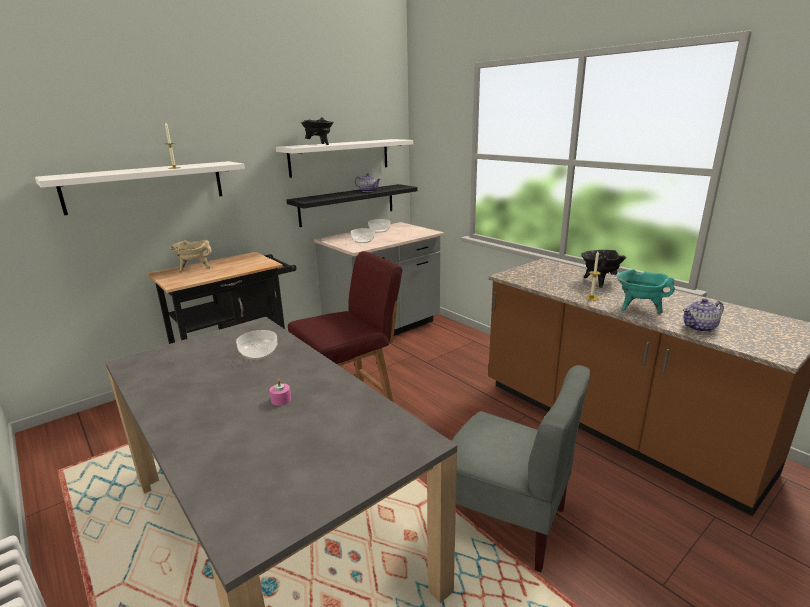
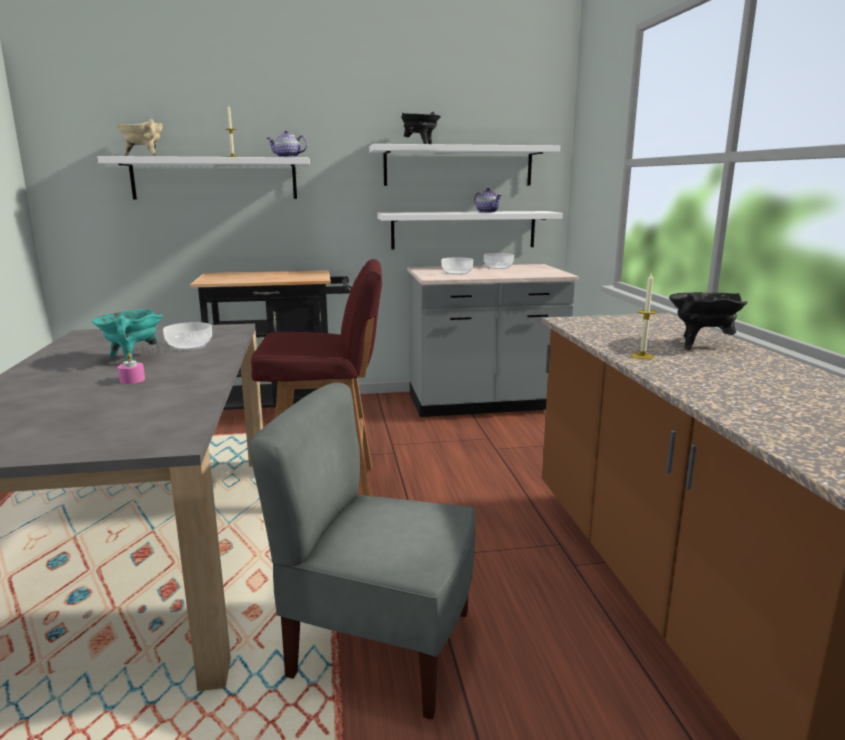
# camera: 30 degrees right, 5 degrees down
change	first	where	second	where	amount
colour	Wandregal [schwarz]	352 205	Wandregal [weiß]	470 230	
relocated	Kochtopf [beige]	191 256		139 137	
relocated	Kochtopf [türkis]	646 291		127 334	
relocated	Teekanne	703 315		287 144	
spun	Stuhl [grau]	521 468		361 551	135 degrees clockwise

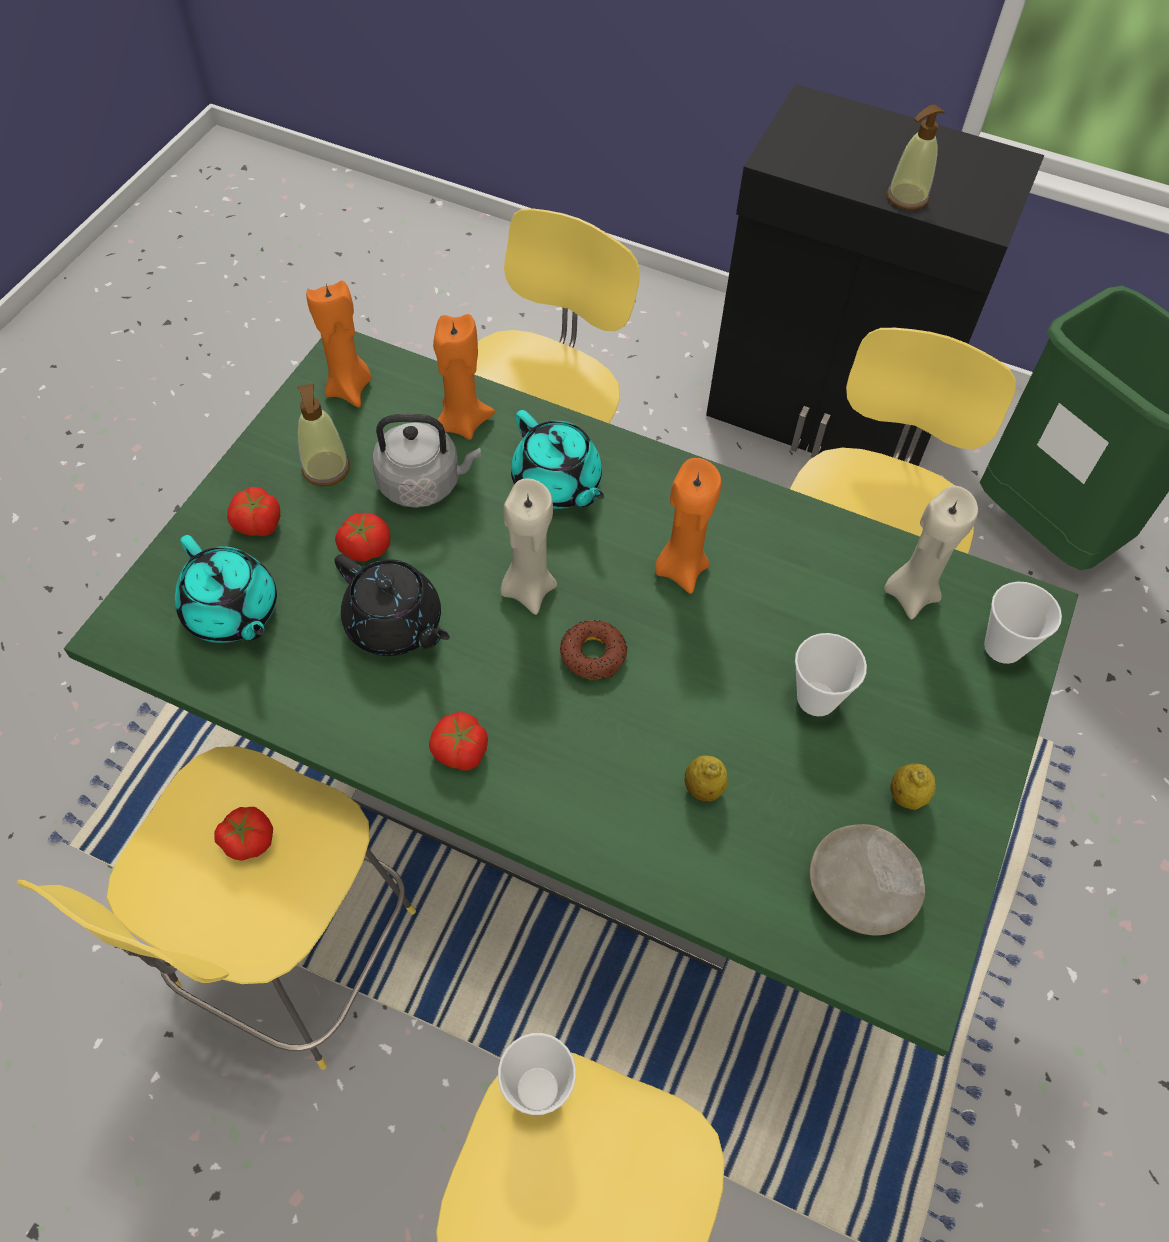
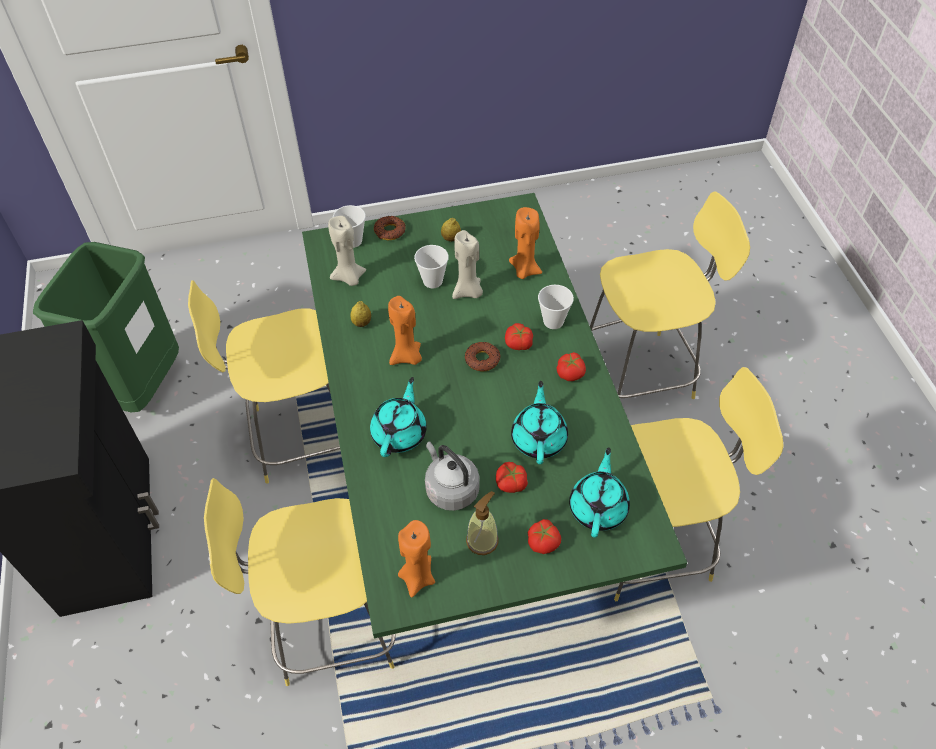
# camera: 125 degrees left, 5 degrees down
change	first	where	second	where	amount
missing	Seifenspender	916 157			
relocated	Kerze [orange]	464 377		525 243	
relocated	Kerze [beige]	528 546		467 264	
colour	Teekanne [schwarz]	392 605	Teekanne [türkis]	539 422	
relocated	Zitrone	706 778		360 314	
relocated	Tomate	243 834		519 336	
missing	Teller [beige]	867 879			
relocated	Tasse	537 1074		556 307	
appeared			Donut	390 228	

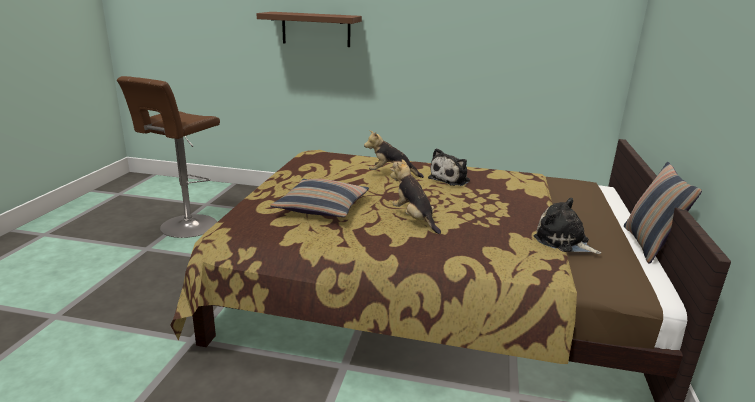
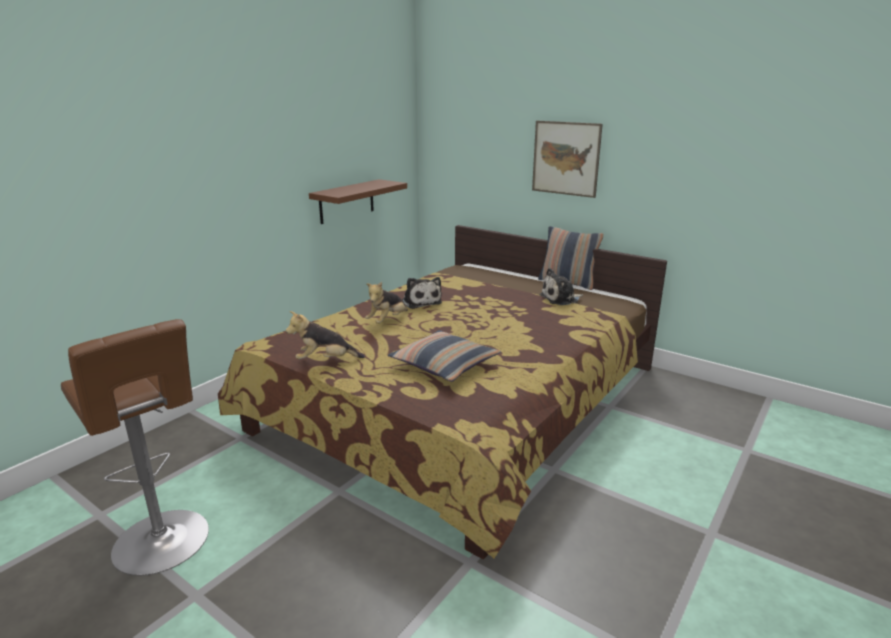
# camera: 65 degrees left, 0 degrees up
change	first	where	second	where	amount
relocated	Wandregal [braun]	309 29		358 201	
relocated	Plüschtier	415 196		325 335	
appeared			Bild	567 159	

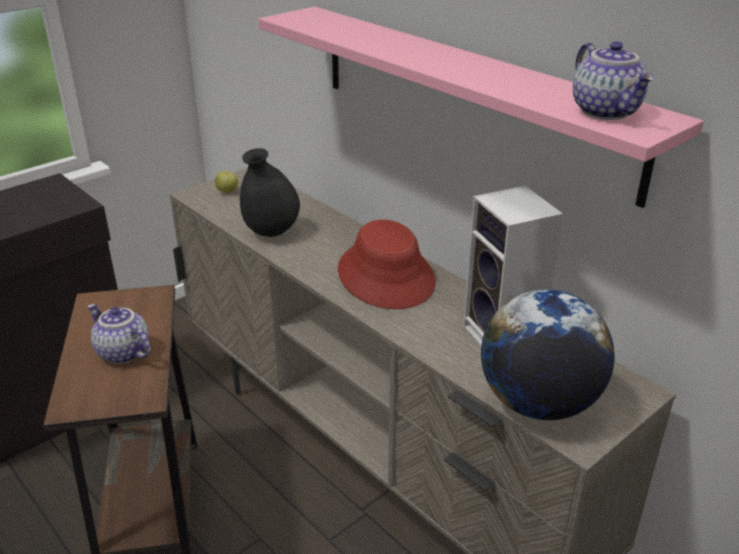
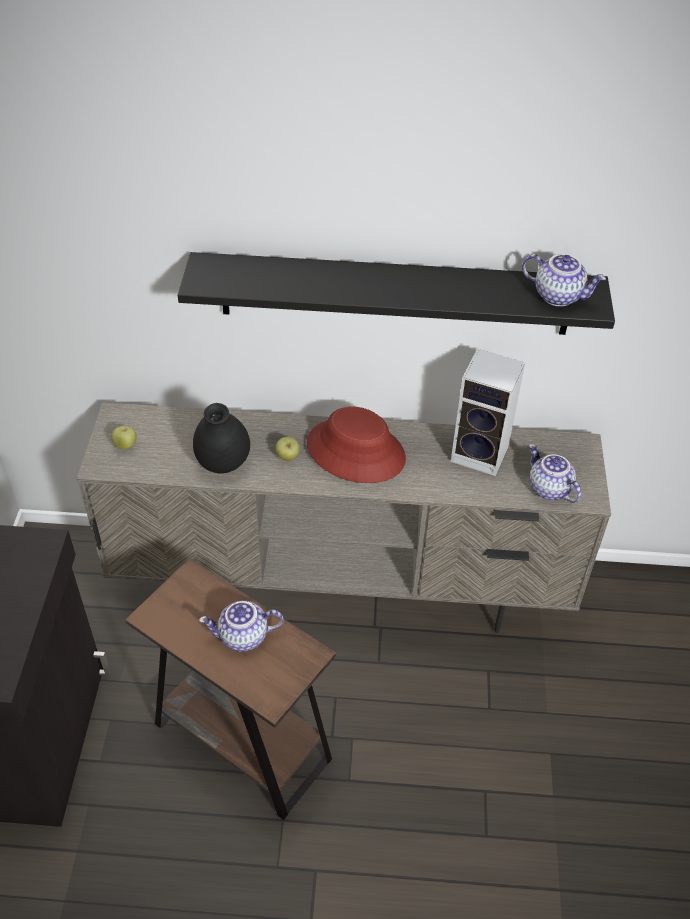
# camera: 45 degrees left, 15 degrees up
change	first	where	second	where	amount
colour	Wandregal [rosa]	481 107	Wandregal [schwarz]	396 293	
exchanged	Globus	548 354	Teekanne	555 473	
appeared			Apfel	288 449	

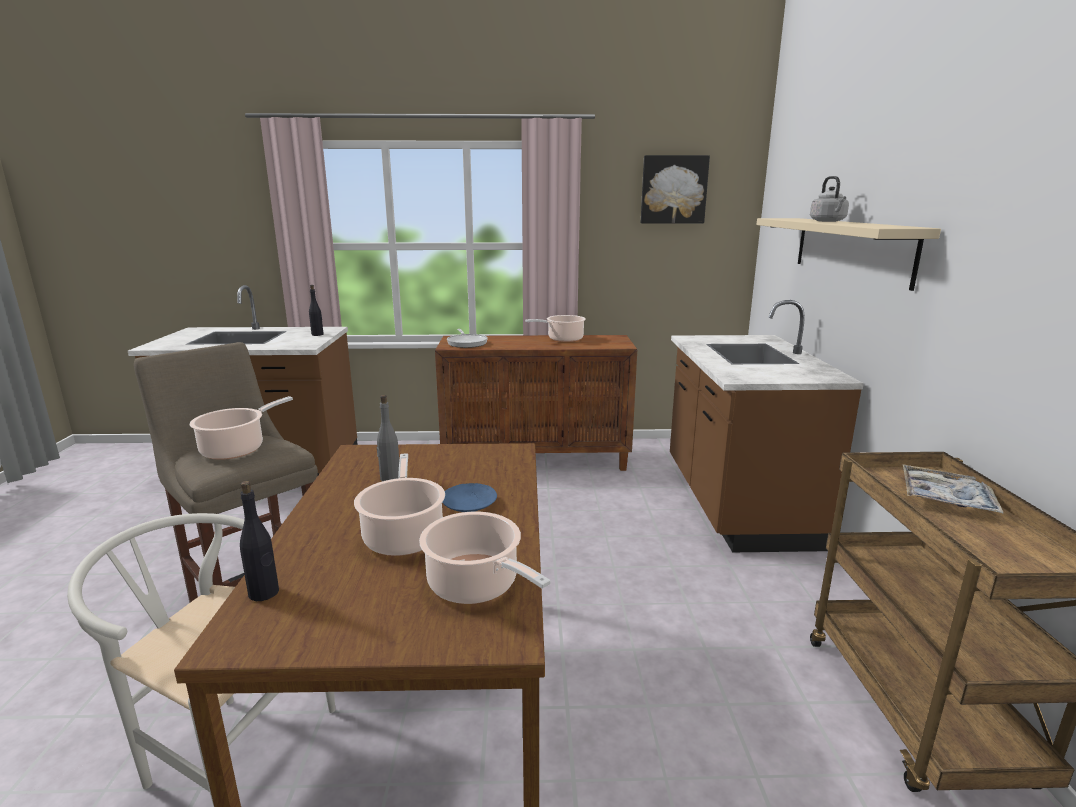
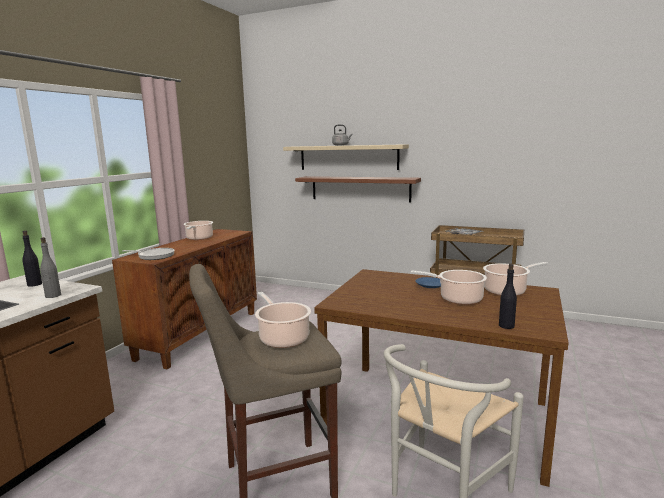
# camera: 65 degrees left, 5 degrees down
change	first	where	second	where	amount
missing	Bild	675 189			
missing	Küchenzeile [braun]	767 426			
relocated	Flasche [grau]	388 438		50 267	
appeared			Wandregal [braun]	358 189	

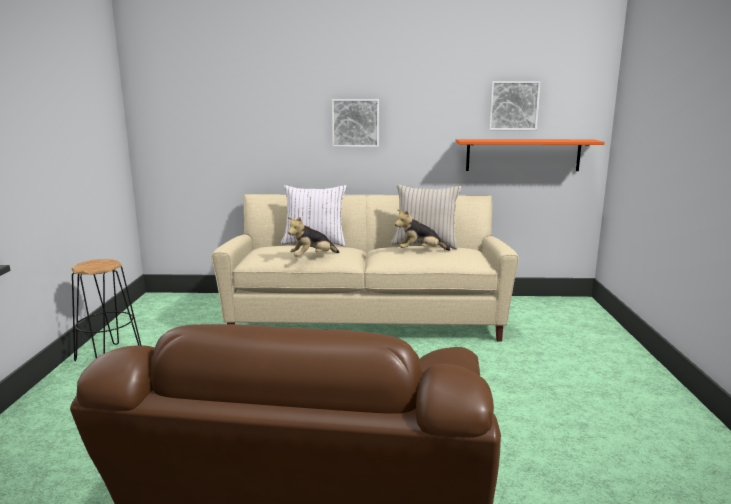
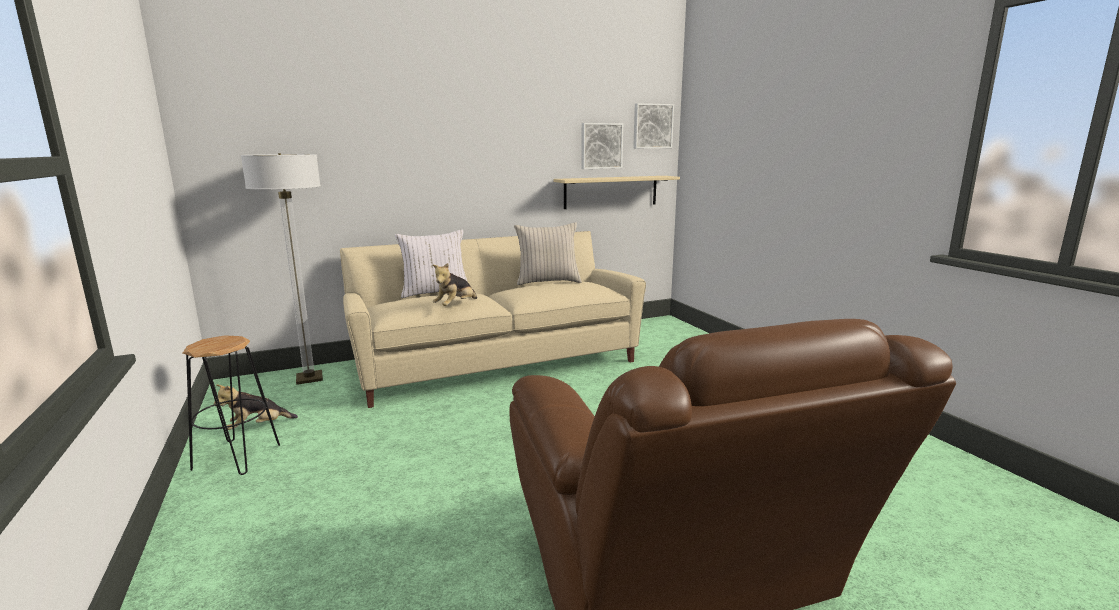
# camera: 25 degrees left, 0 degrees up
change	first	where	second	where	amount
relocated	Bild	355 123		653 126	
colour	Wandregal [orange]	530 155	Wandregal [beige]	616 192	
relocated	Plüschtier	422 230		256 407	
appeared			Stehlampe	282 269	

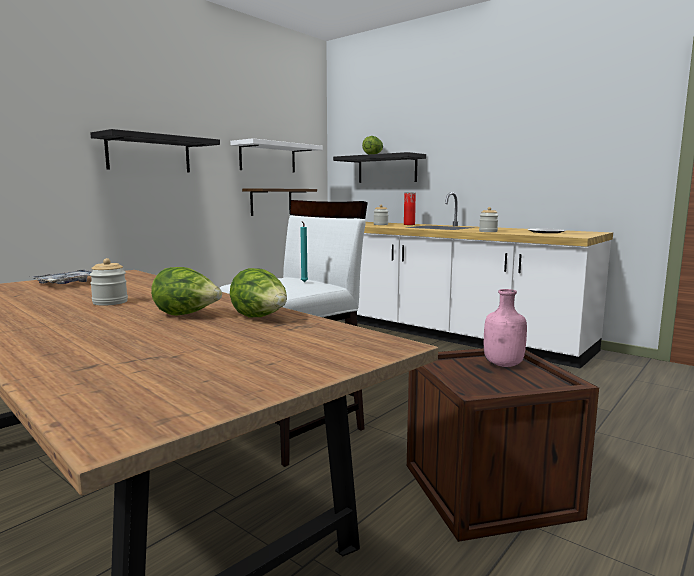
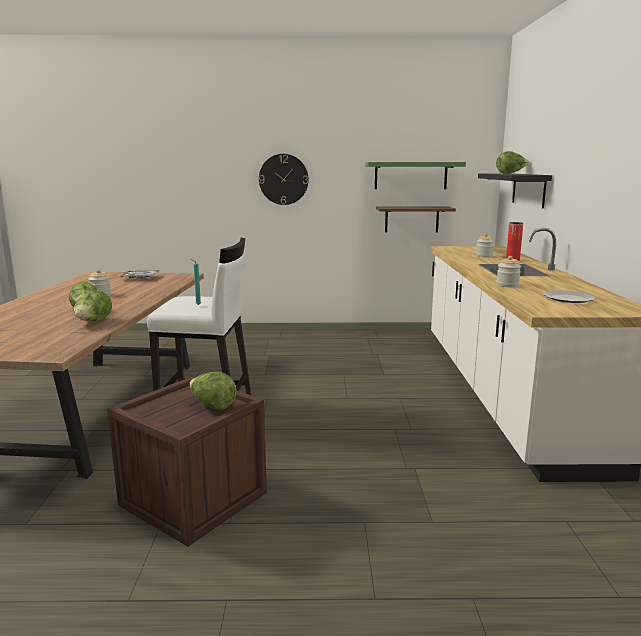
# camera: 50 degrees right, 5 degrees up
change	first	where	second	where	amount
exchanged	Wandregal [schwarz]	155 150	Wanduhr	284 179	
colour	Wandregal [weiß]	276 155	Wandregal [grün]	415 175	
exchanged	Flasche [rosa]	505 328	Salatkopf	213 391	

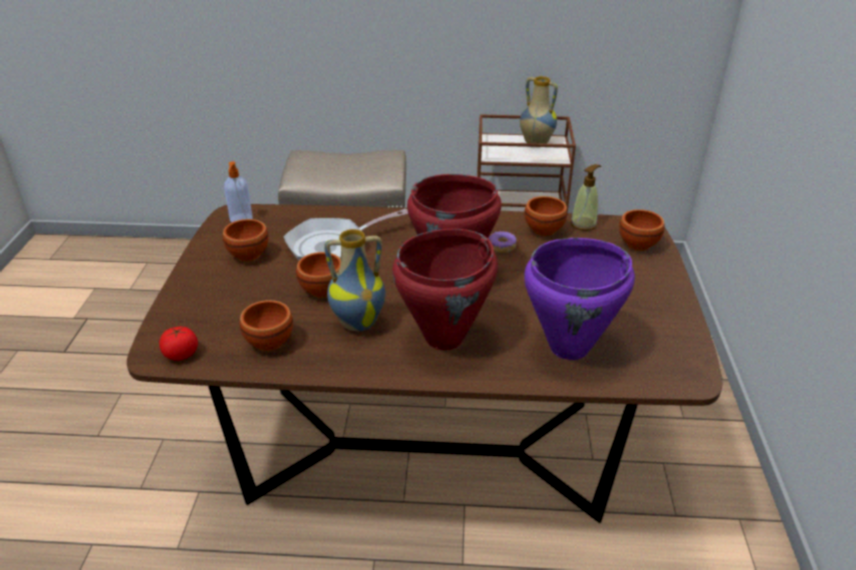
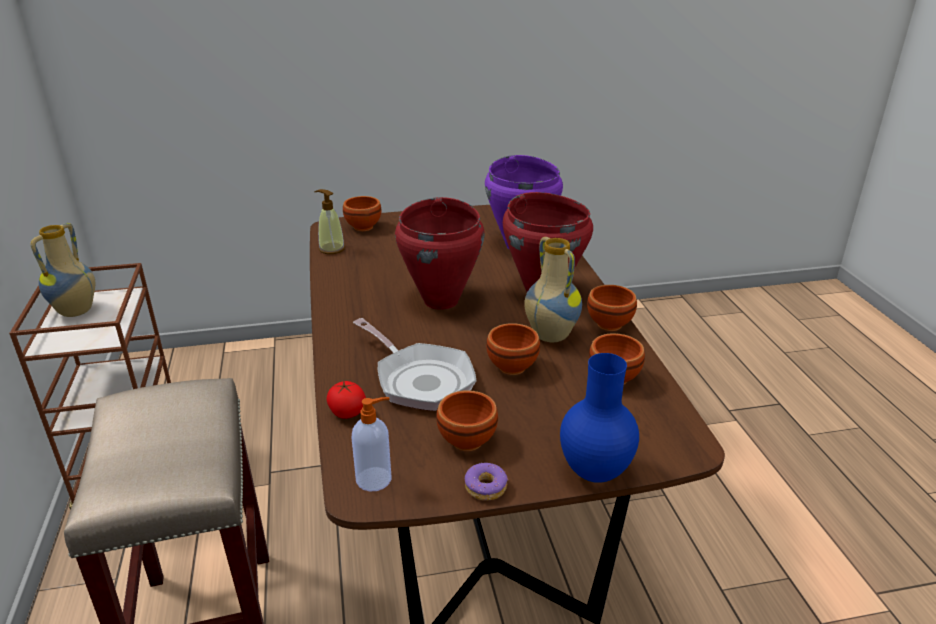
# camera: 105 degrees left, 5 degrees down
change	first	where	second	where	amount
relocated	Schüssel [braun]	545 216		612 308	
relocated	Donut	503 242		486 482	
relocated	Tomate	178 343		346 400	
appeared			Vase [blau]	599 418	

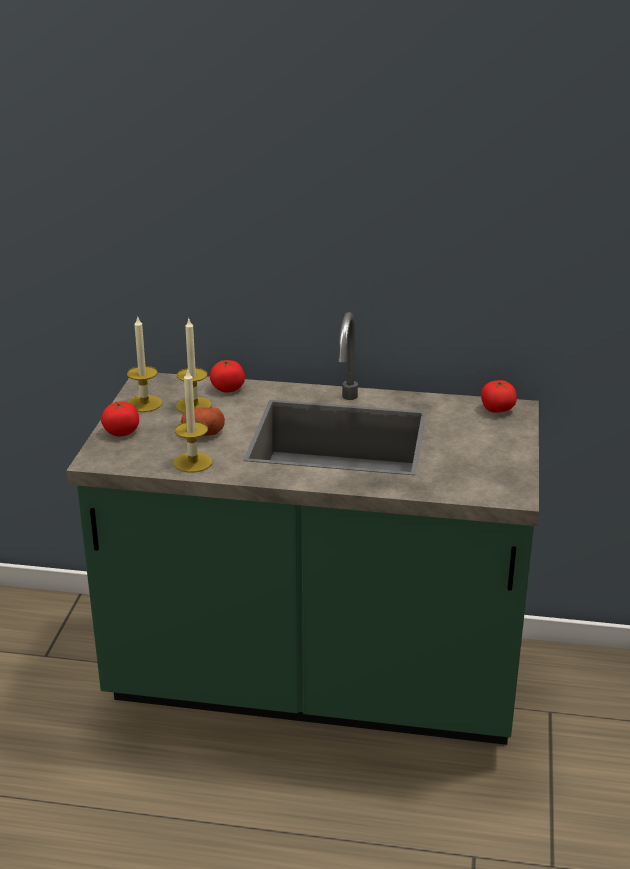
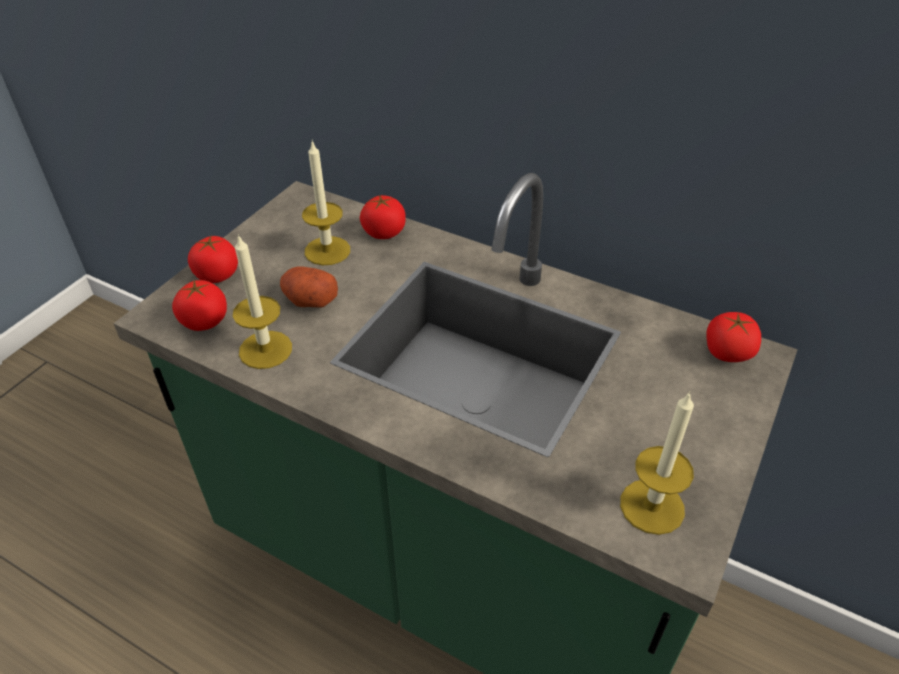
# camera: 20 degrees right, 15 degrees up
change	first	where	second	where	amount
relocated	Kerze	144 363		657 463	
appeared			Tomate	199 305	

